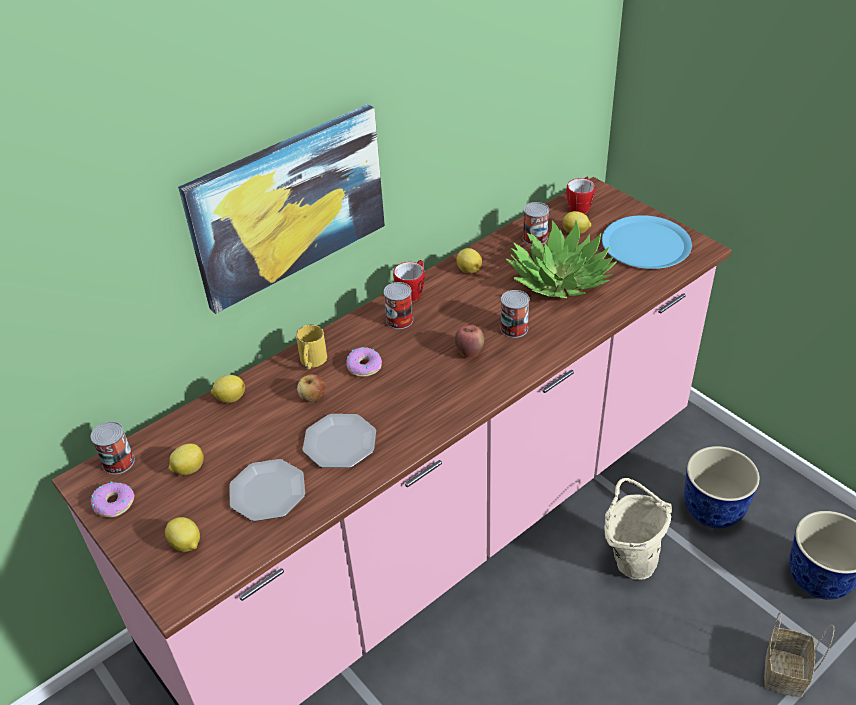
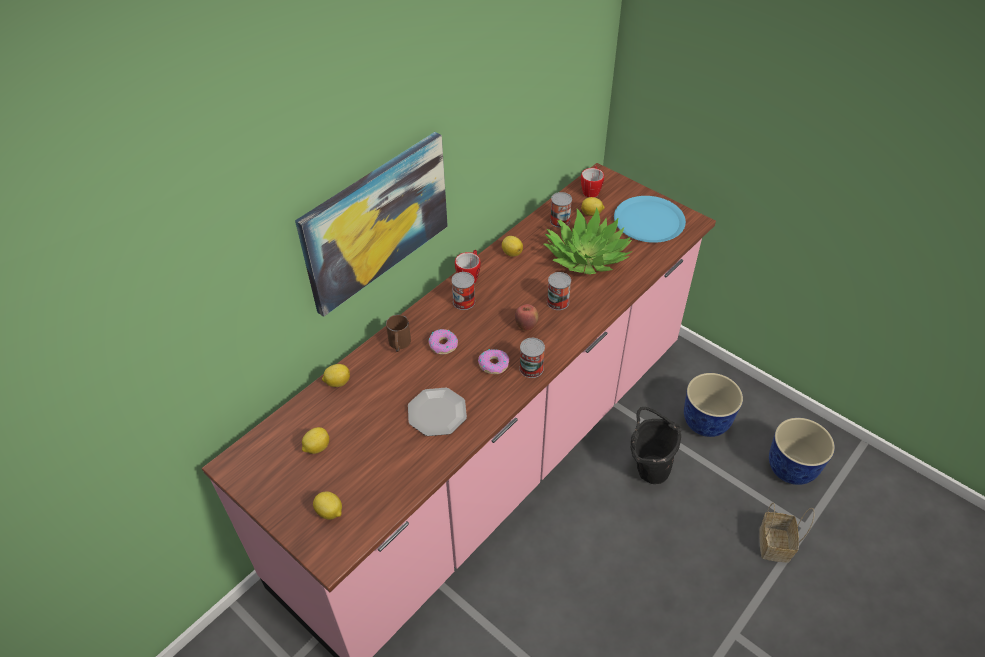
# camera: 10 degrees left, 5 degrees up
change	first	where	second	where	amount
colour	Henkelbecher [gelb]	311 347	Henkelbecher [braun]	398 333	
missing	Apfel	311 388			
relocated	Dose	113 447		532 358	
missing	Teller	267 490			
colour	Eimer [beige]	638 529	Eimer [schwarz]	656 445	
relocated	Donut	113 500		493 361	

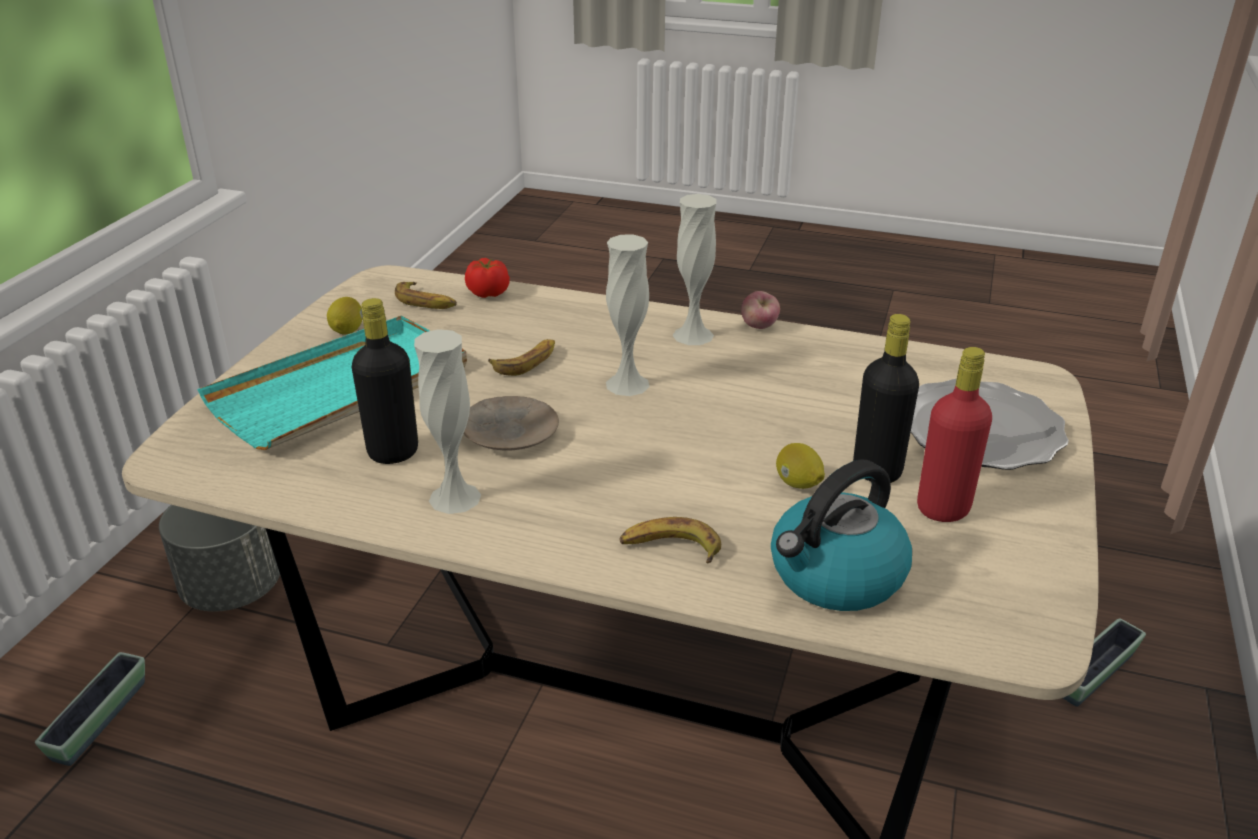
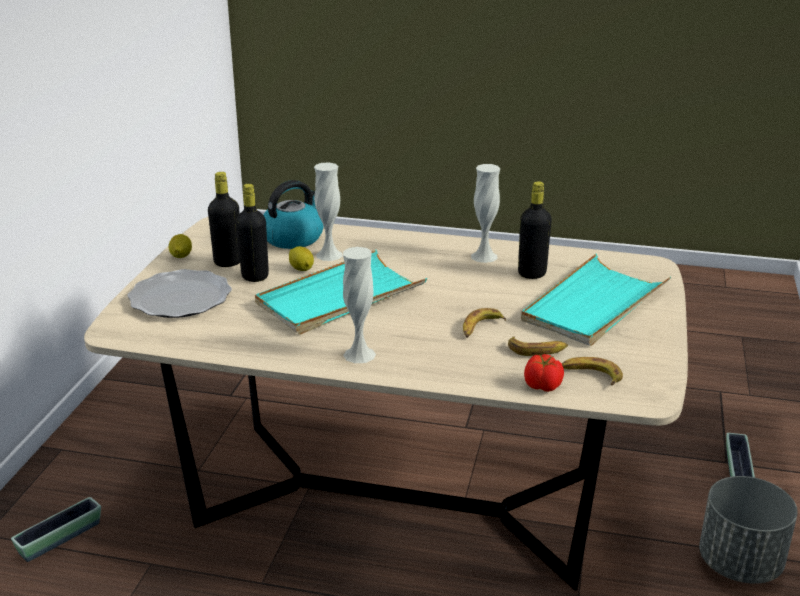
# camera: 175 degrees right, 5 degrees down
change	first	where	second	where	amount
relocated	Vase [weiß]	628 315		328 211	
missing	Apfel	760 310			
relocated	Zitrone	345 316		180 246	
colour	Flasche [rot]	954 434	Flasche [schwarz]	224 219	
missing	Teller [beige]	511 423			
relocated	Banane	670 540		538 346	
appeared			Tablett [türkis]	341 292	

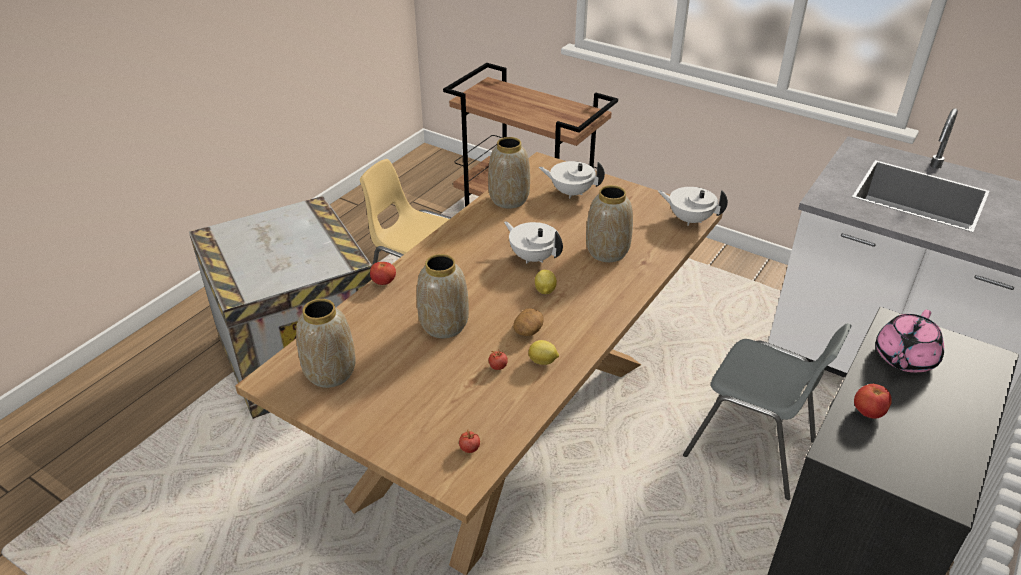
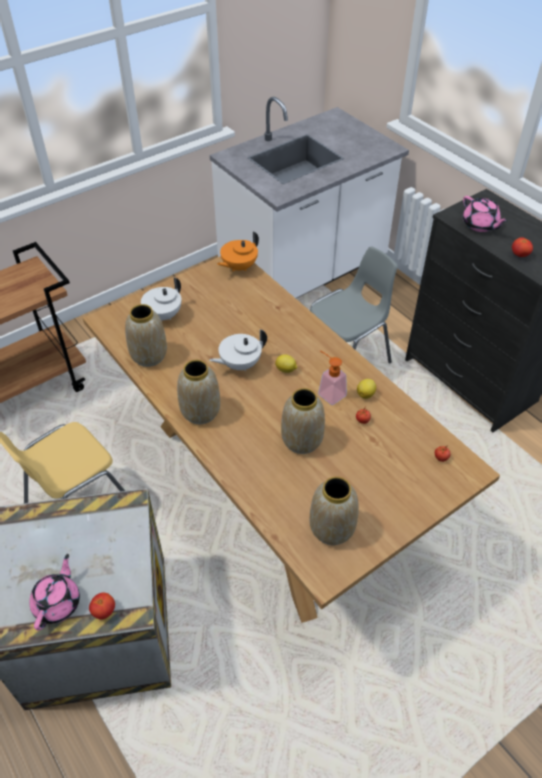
# camera: 70 degrees left, 10 degrees up
change	first	where	second	where	amount
relocated	Vase	609 223		198 392	
colour	Teekanne [weiß]	693 206	Teekanne [orange]	238 251	
relocated	Tomate	383 273		102 606	
exchanged	Kartoffel	528 322	Seifenspender	332 377	
appeared			Teekanne [rosa]	54 592	

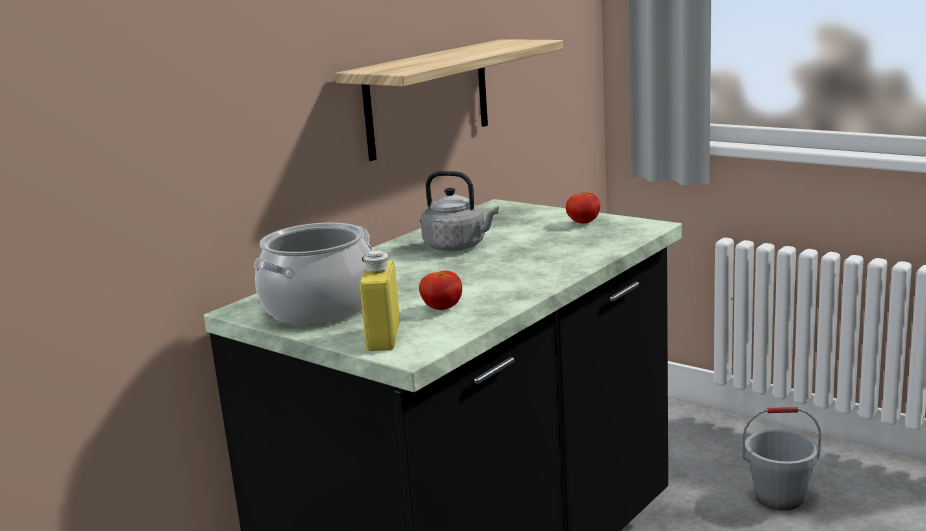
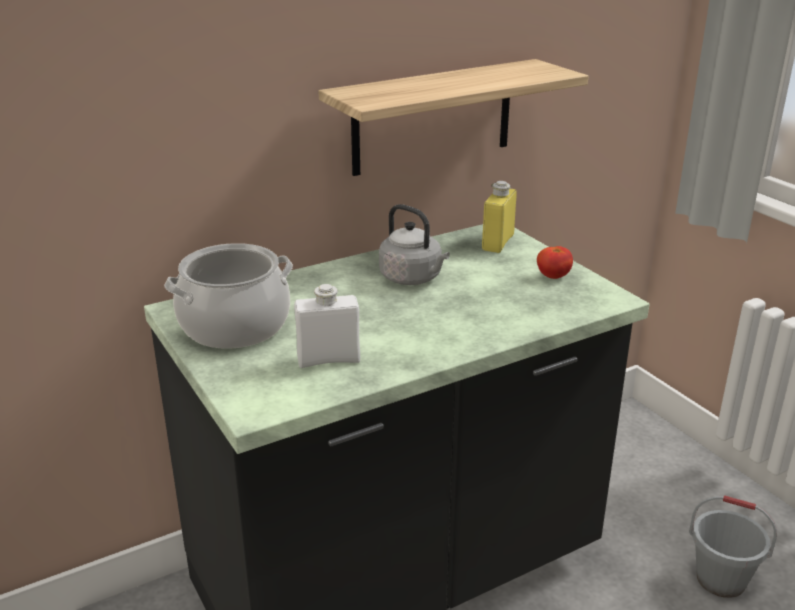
# camera: 20 degrees right, 10 degrees up
change	first	where	second	where	amount
relocated	Flasche [gelb]	380 300		499 217	
exchanged	Tomate	440 290	Flasche [weiß]	327 326	

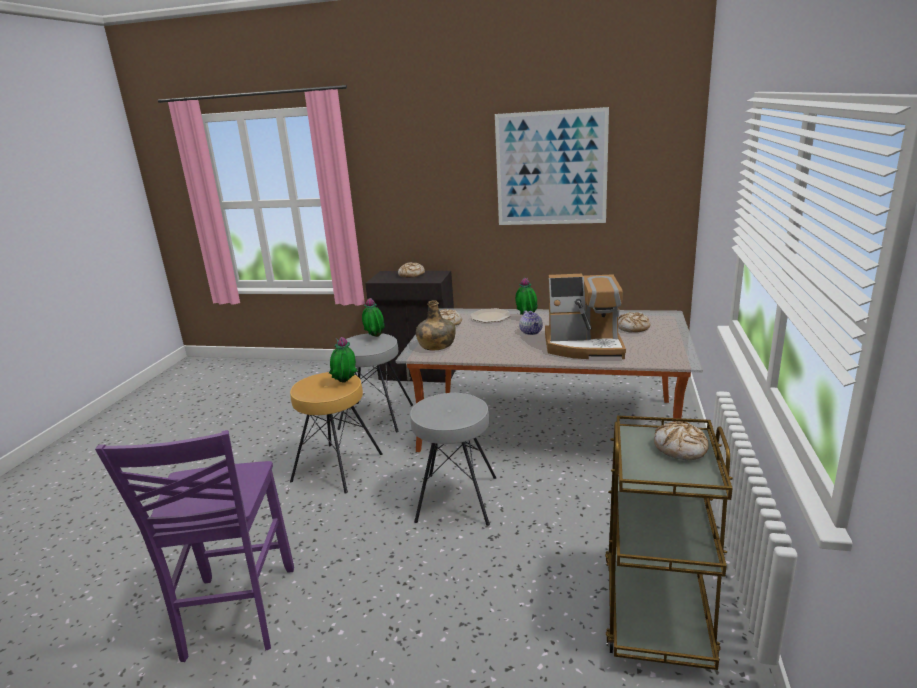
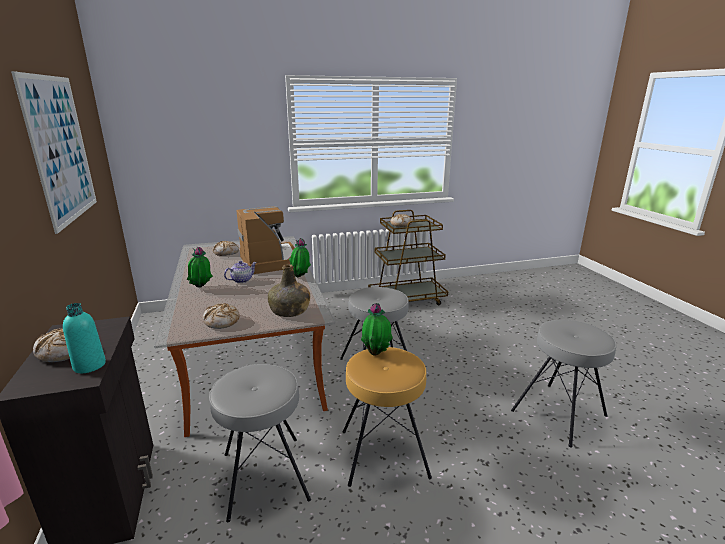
# camera: 120 degrees left, 0 degrees up
change	first	where	second	where	amount
relocated	Topfpflanze	373 317		300 257	
missing	Teller	490 315			
exchanged	Stuhl [lila]	194 546	Hocker [grau]	564 384	
appeared			Flasche [türkis]	84 338	

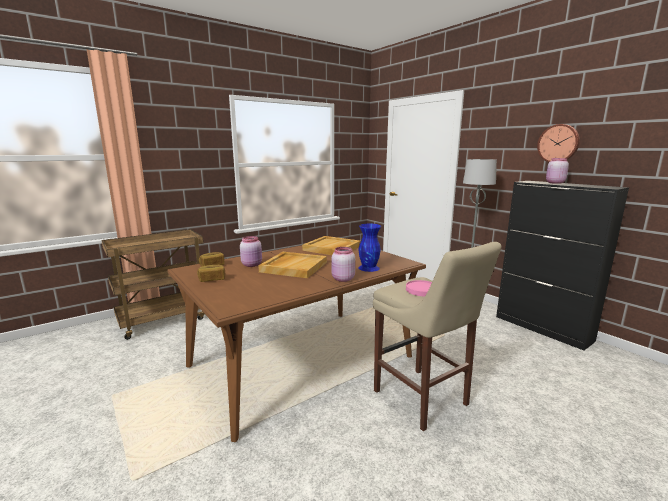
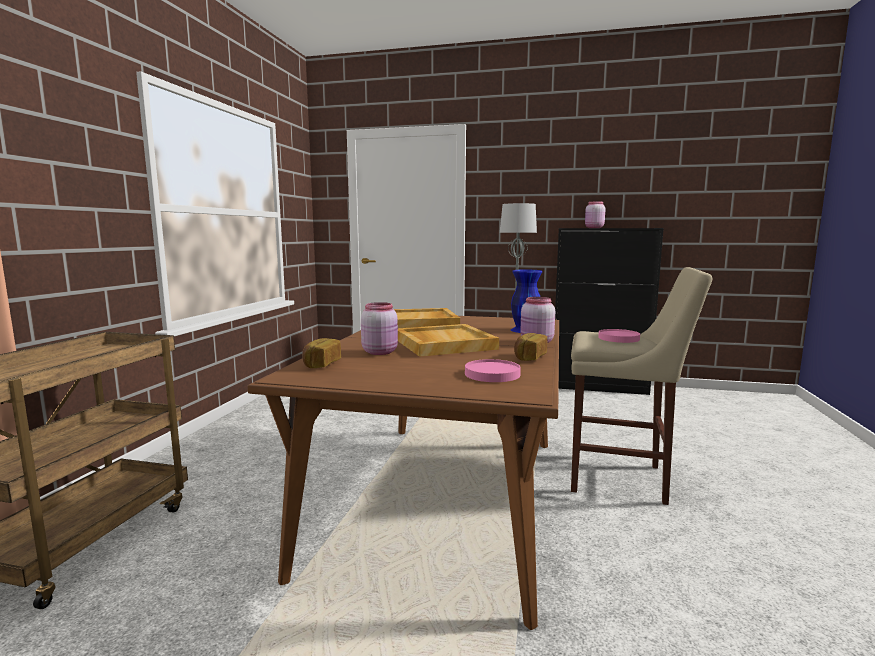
# camera: 40 degrees left, 5 degrees down
change	first	where	second	where	amount
missing	Wanduhr	558 143			
relocated	Brot	211 273		530 347	
appeared			Teller [rosa]	493 370	

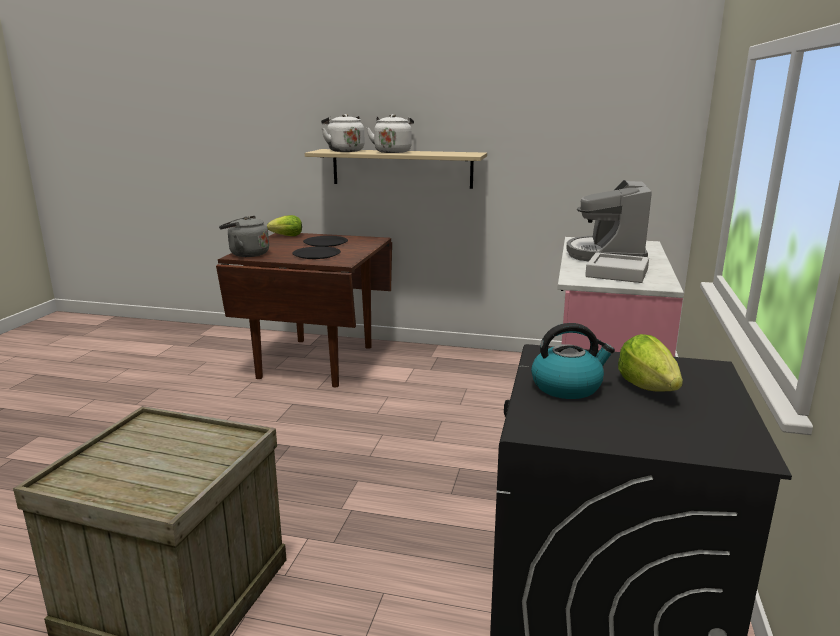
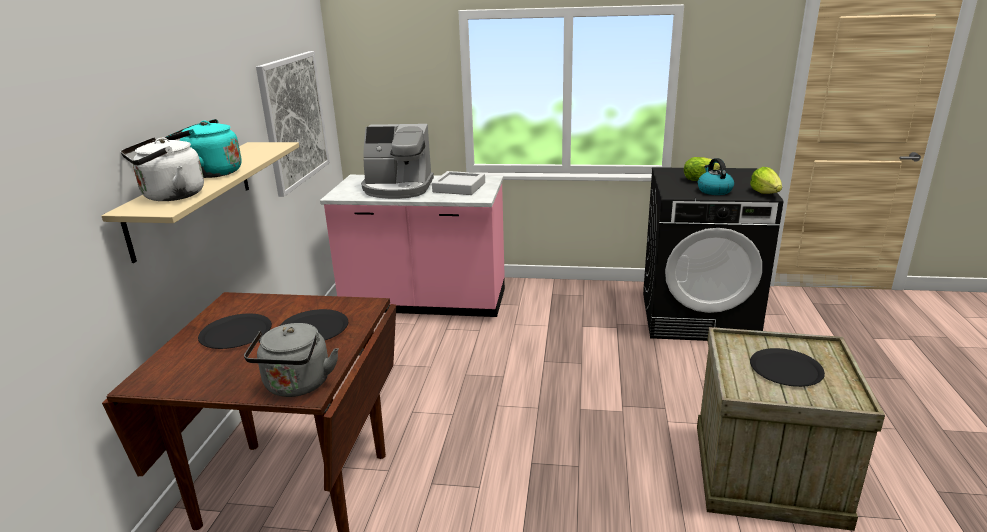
# camera: 95 degrees left, 5 degrees up
change	first	where	second	where	amount
colour	Wasserkessel [weiß]	390 133	Wasserkessel [türkis]	203 148	
relocated	Salatkopf	284 225		766 180	
appeared			Bild	293 124	
appeared			Teller [schwarz]	787 367	

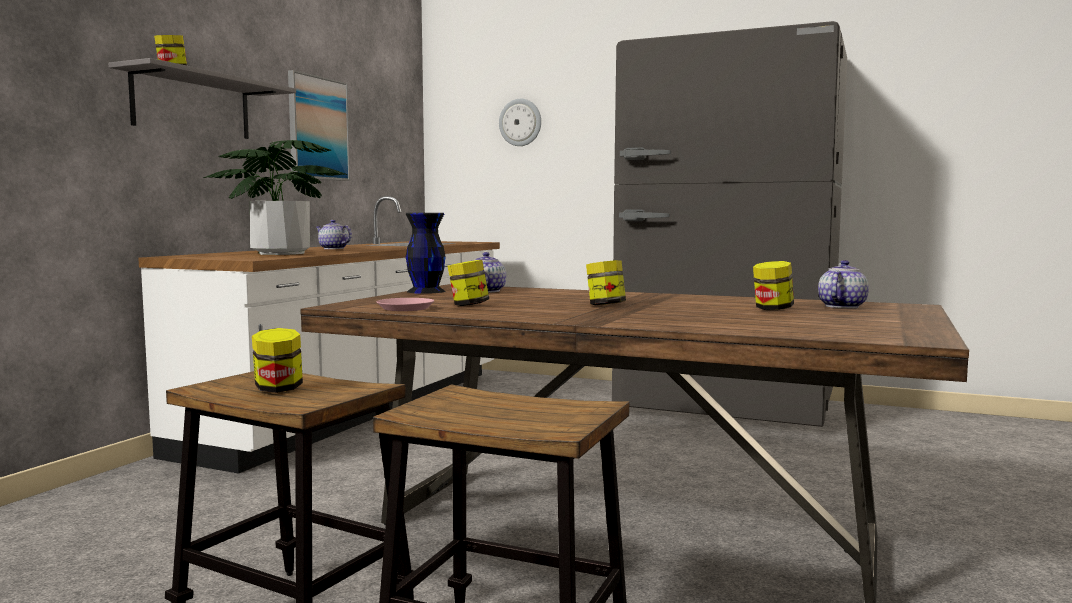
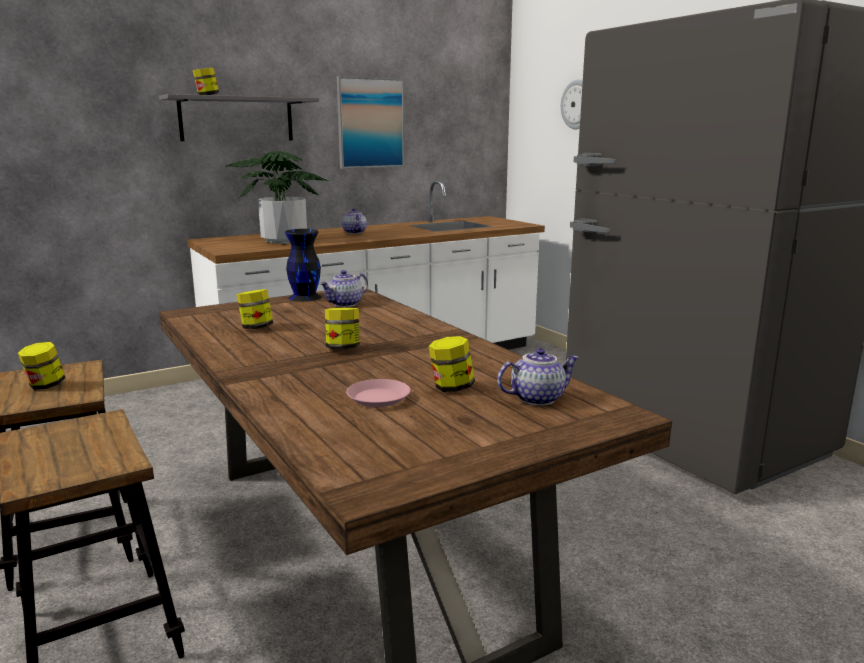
# camera: 35 degrees right, 10 degrees up
change	first	where	second	where	amount
relocated	Teller [rosa]	405 304		378 393	

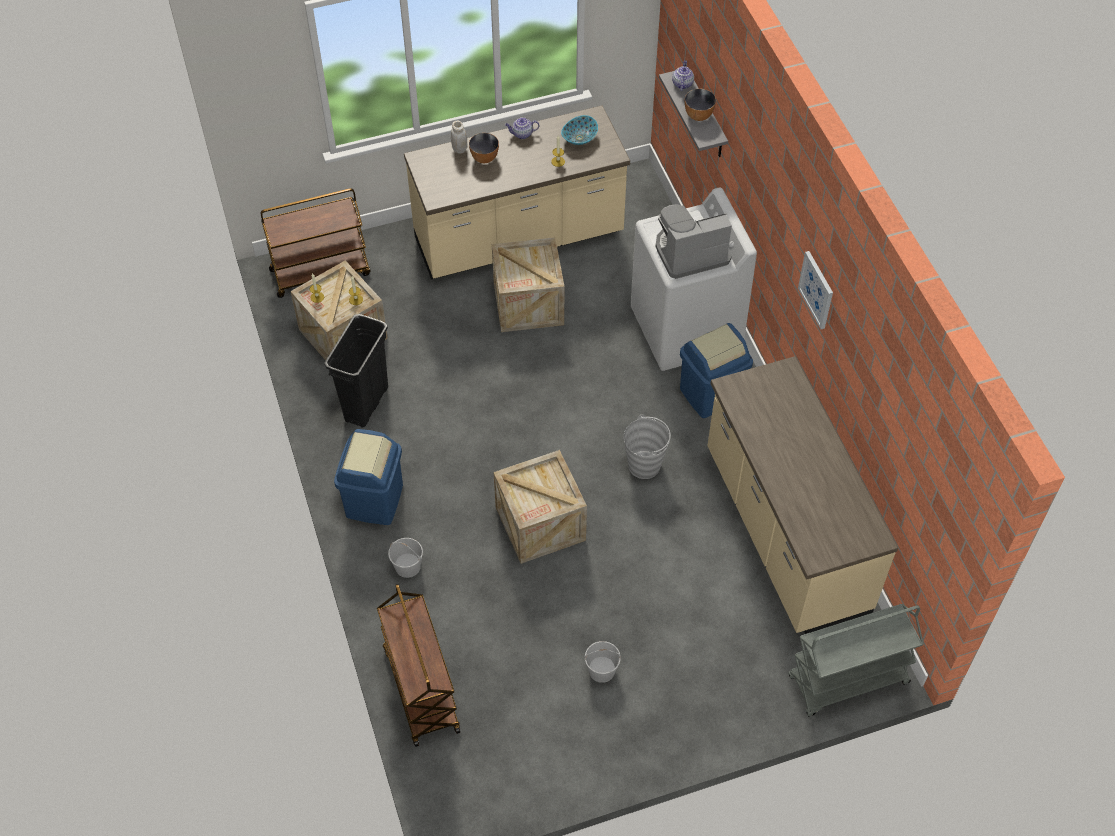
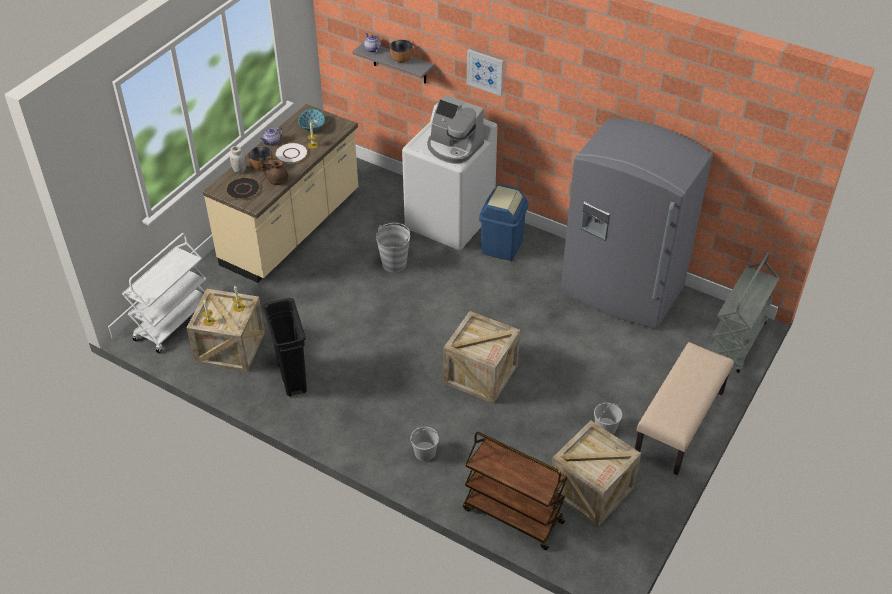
# camera: 40 degrees left, 10 degrees down
change	first	where	second	where	amount
colour	Rollwagen [braun]	315 243	Rollwagen [weiß]	164 293	
spun	Kaffeemaschine	694 241		456 129	90 degrees counterclockwise
relocated	Kiste	528 284		596 473	
relocated	Bild	815 290		485 72	
exchanged	Küchenzeile [beige]	802 495	Kühlschrank [grau]	637 223	
relocated	Eimer [grau]	647 447		393 247	
missing	Mülleimer [blau]	368 477			
appeared			Teller [weiß]	291 153	
appeared			Teekanne [braun]	273 171	
appeared			Teller [schwarz]	243 188	
appeared			Bank [beige]	684 408	

